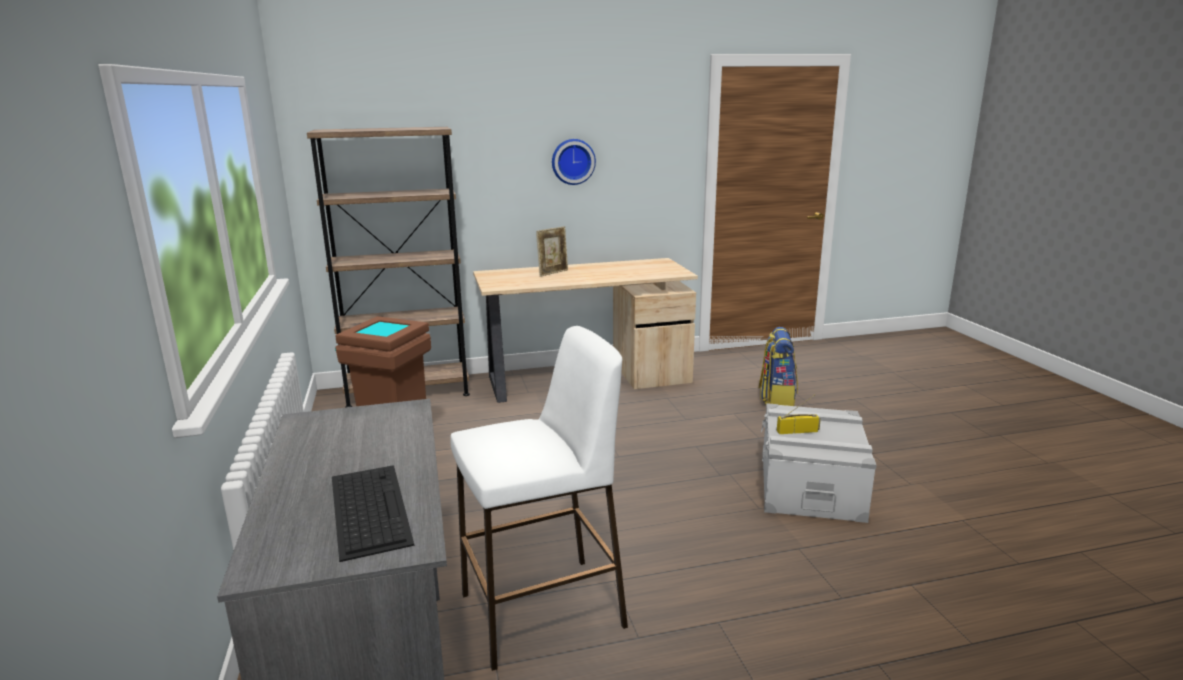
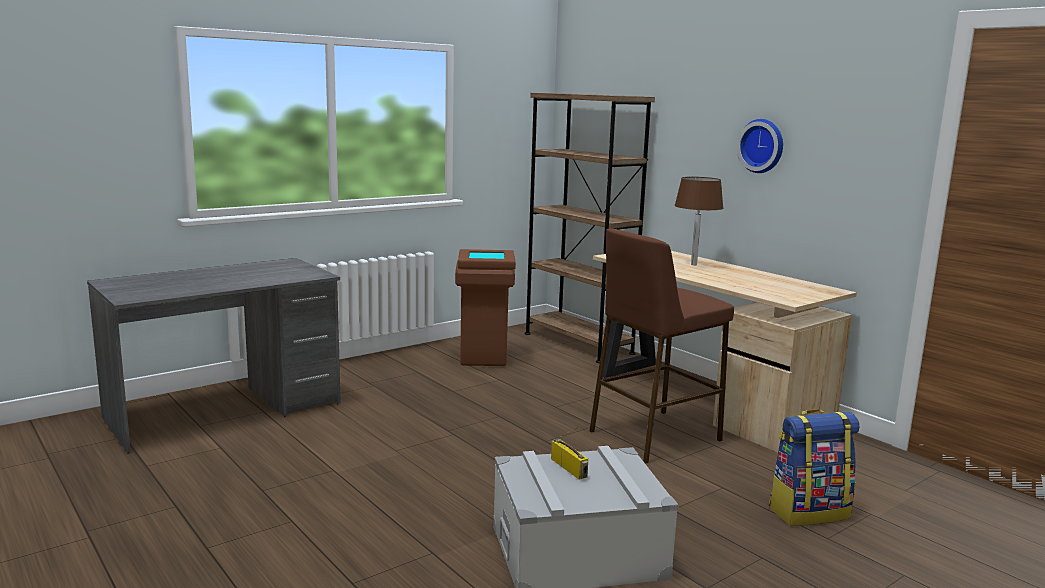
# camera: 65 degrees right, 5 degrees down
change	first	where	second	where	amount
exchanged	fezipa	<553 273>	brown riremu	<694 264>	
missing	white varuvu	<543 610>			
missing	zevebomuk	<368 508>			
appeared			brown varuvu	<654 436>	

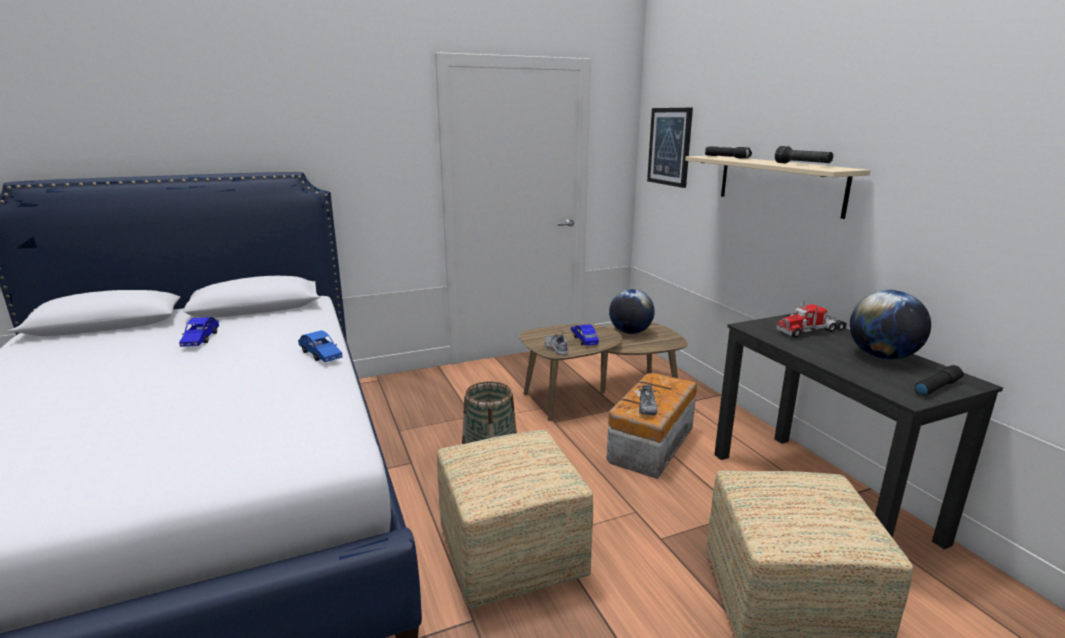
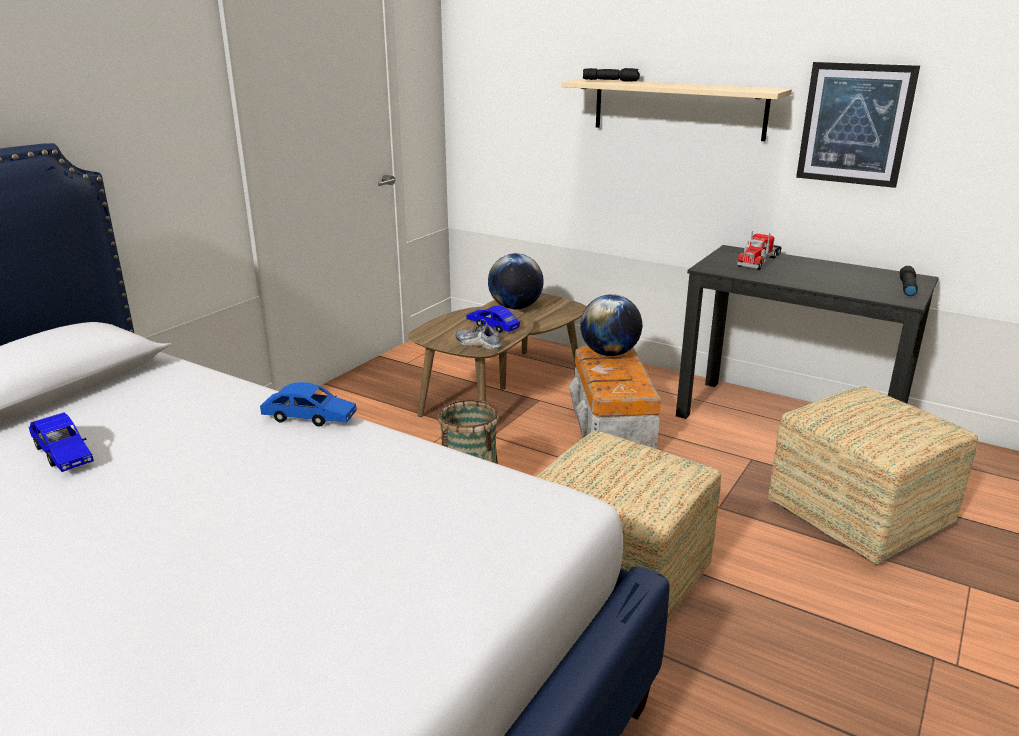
# camera: 35 degrees left, 5 degrees up
change	first	where	second	where	amount
relocated	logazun	<670 146>		<855 124>	
missing	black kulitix	<802 164>			
relocated	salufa	<882 357>		<609 353>	
missing	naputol	<647 407>			

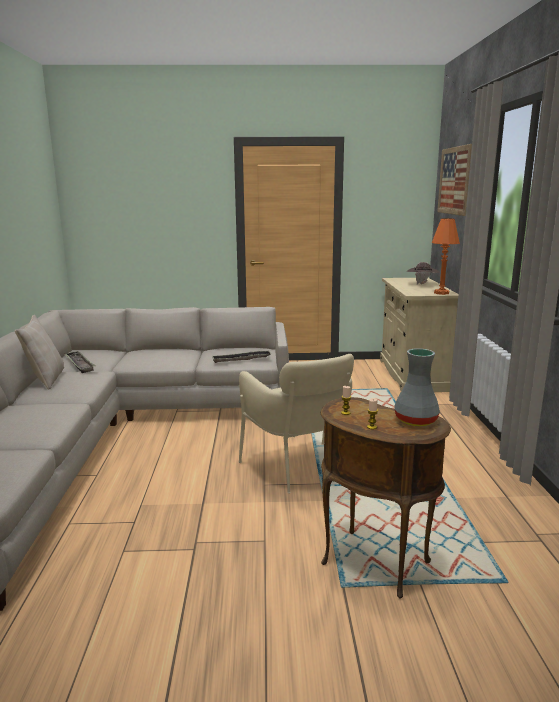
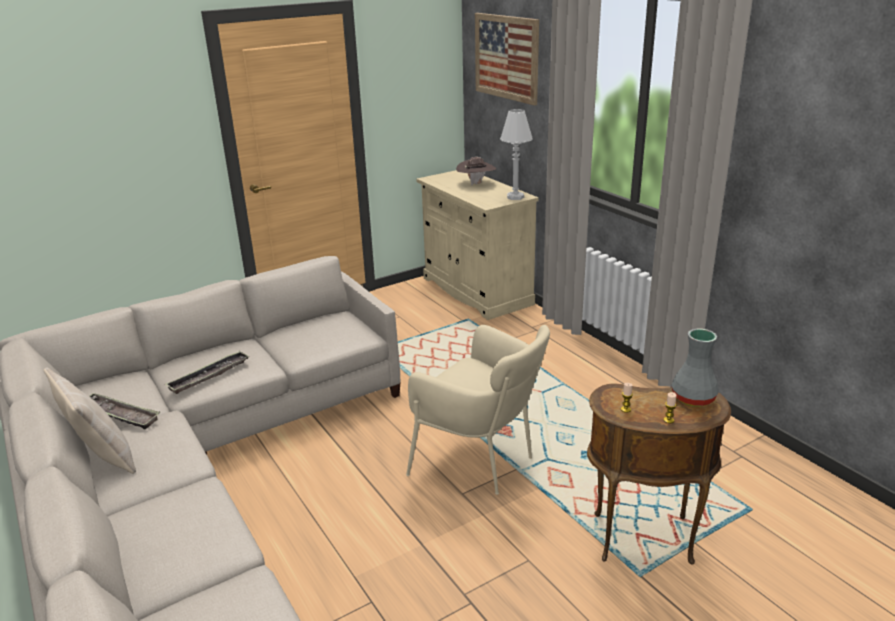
# camera: 30 degrees left, 10 degrees up
change	first	where	second	where	amount
colour	orange riremu	<441 293>	white riremu	<515 197>	
relocated	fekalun	<241 359>		<209 376>	

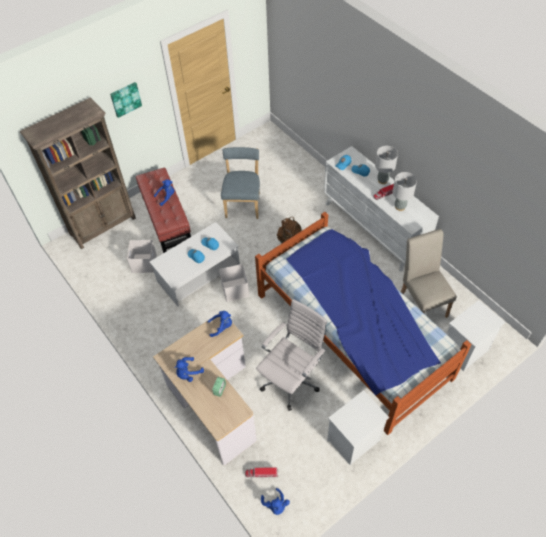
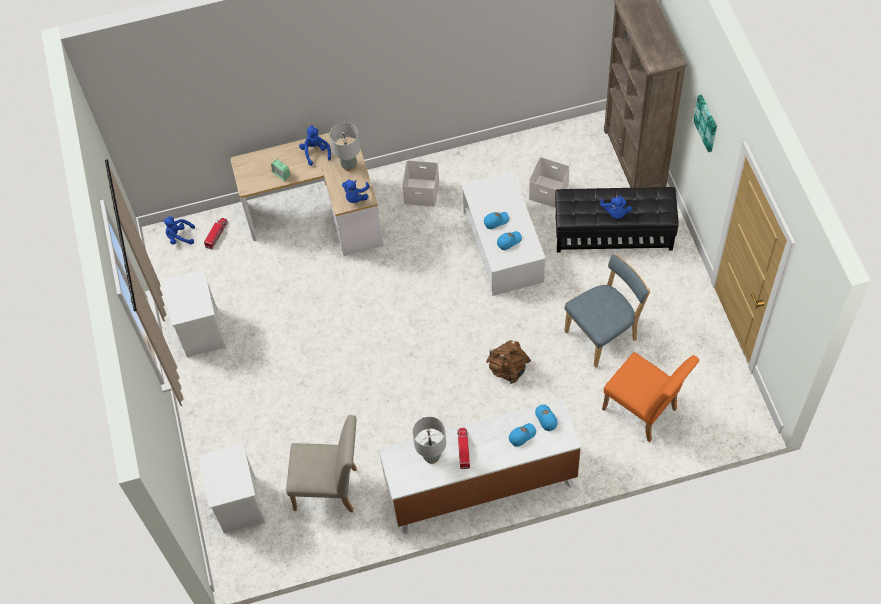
# camera: 115 degrees right, 5 degrees up
change	first	where	second	where	amount
relocated	grey riremu	<382 180>		<349 165>	
spun	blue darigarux	<243 203>		<603 334>	60 degrees counterclockwise
colour	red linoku	<167 220>	black linoku	<613 233>	
missing	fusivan	<352 334>			
relocated	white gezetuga	<234 289>		<422 192>	
missing	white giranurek	<292 379>			
appeared			orange darigarux	<644 413>	

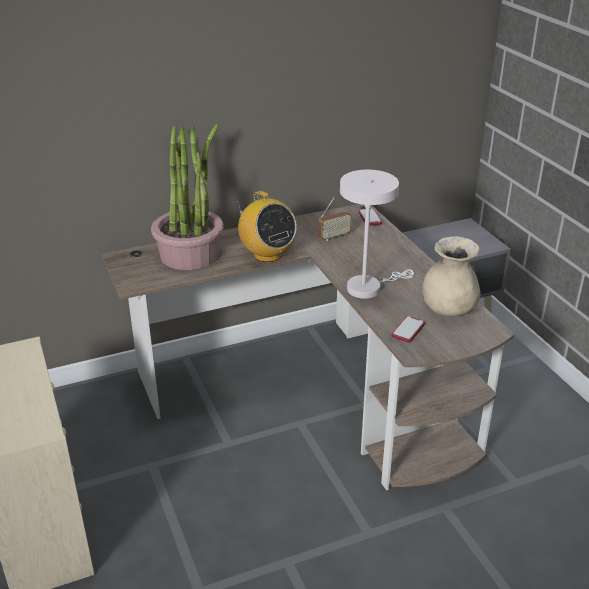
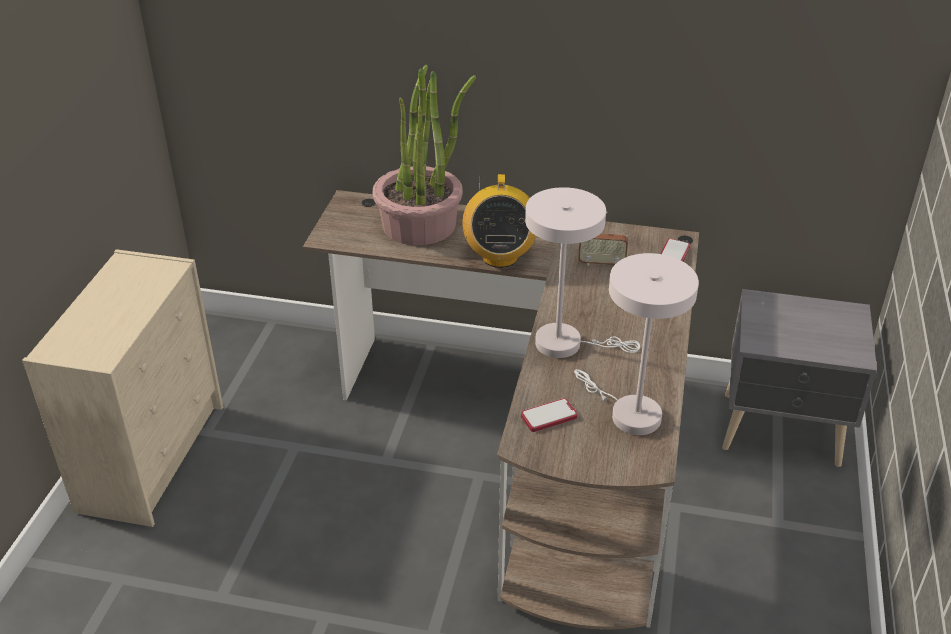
# camera: 35 degrees right, 5 degrees up
change	first	where	second	where	amount
exchanged	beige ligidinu	<448 309>	white riremu	<628 413>	

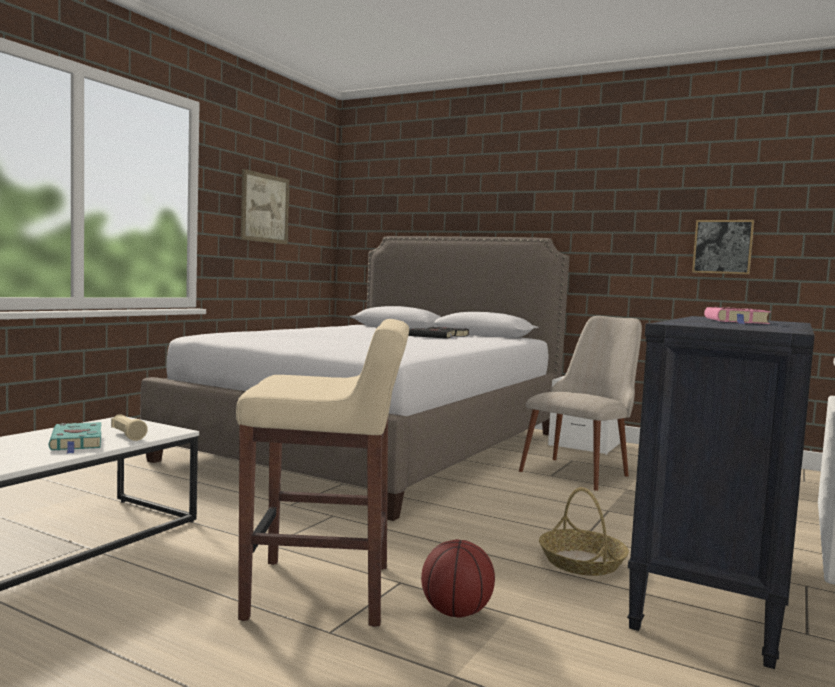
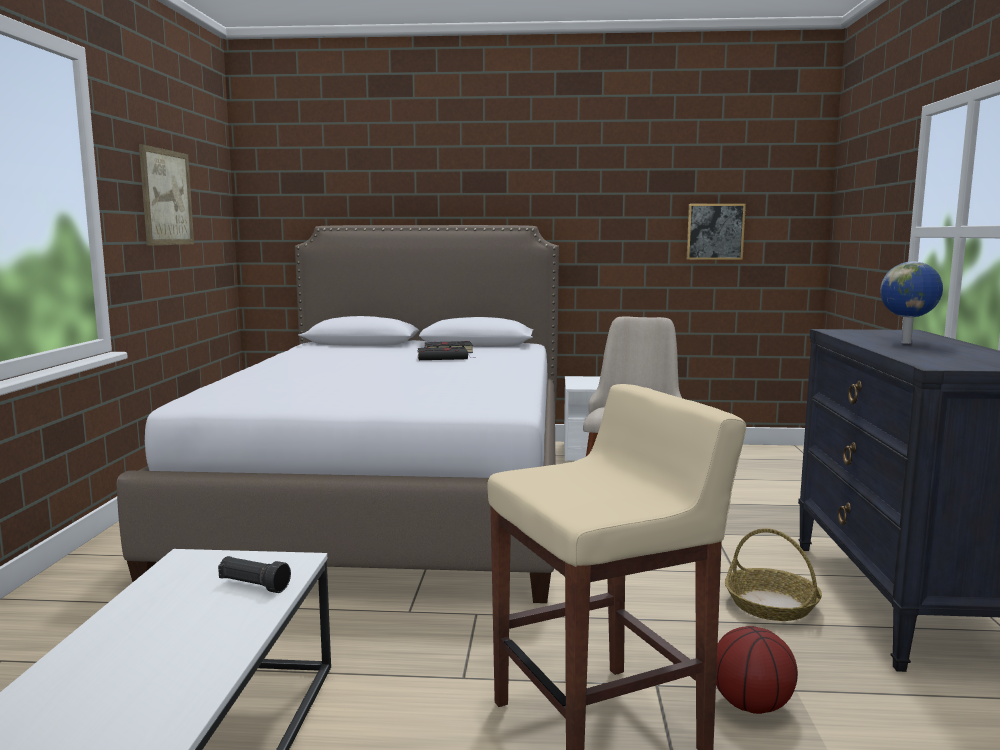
# camera: 25 degrees left, 5 degrees up
change	first	where	second	where	amount
exchanged	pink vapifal	<736 321>	salufa	<907 343>	
colour	beige kulitix	<127 436>	black kulitix	<253 586>	
missing	turquoise vapifal	<77 442>			

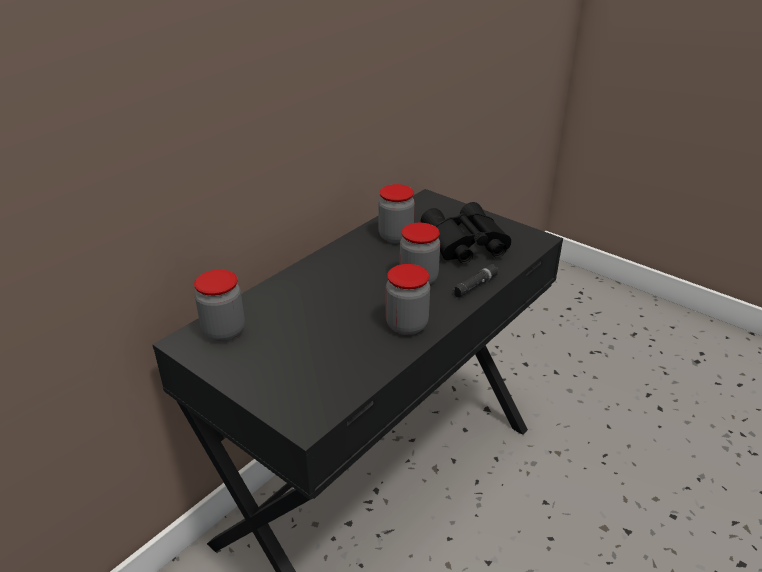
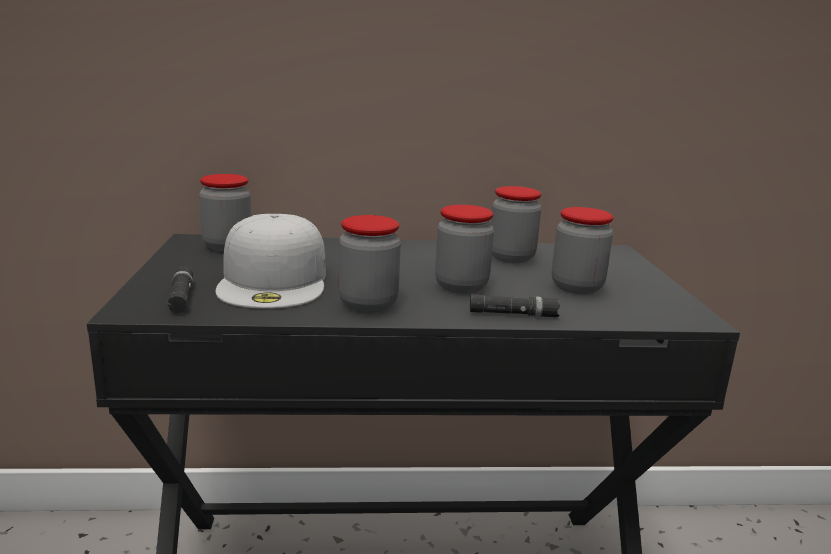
# camera: 45 degrees right, 15 degrees down
change	first	where	second	where	amount
exchanged	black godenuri	<464 244>	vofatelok	<576 287>	
appeared			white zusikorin	<275 280>	
appeared			black kulitix	<181 297>	

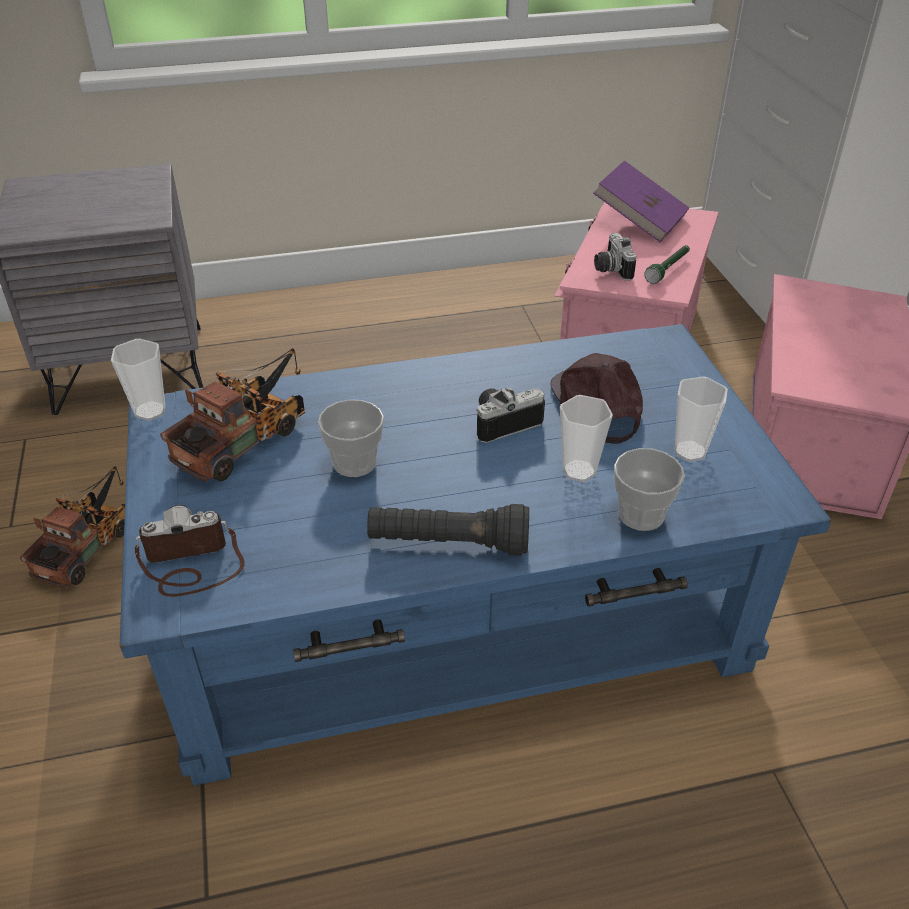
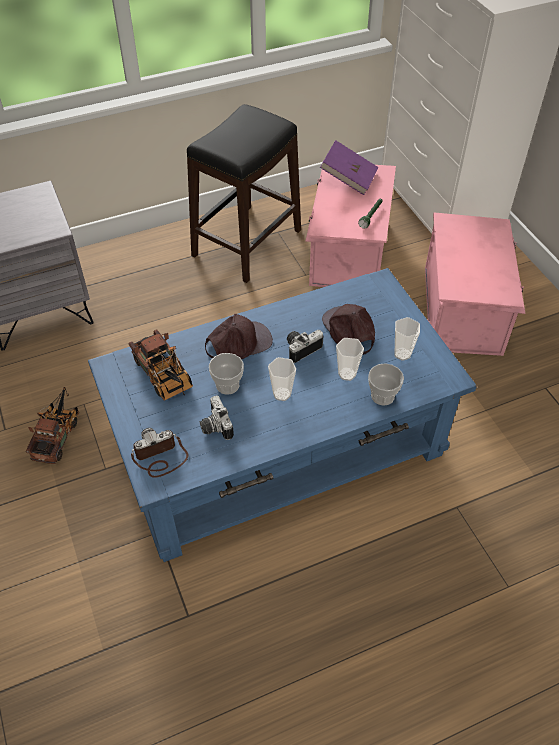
# camera: 10 degrees left, 10 degrees up
change	first	where	second	where	amount
relocated	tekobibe	<610 269>		<214 426>	
relocated	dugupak	<150 411>		<282 394>	
spun	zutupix	<247 438>		<164 377>	120 degrees clockwise
missing	black kulitix	<448 544>			
appeared			black varuvu	<247 243>	
appeared			brown zusikorin	<238 343>	

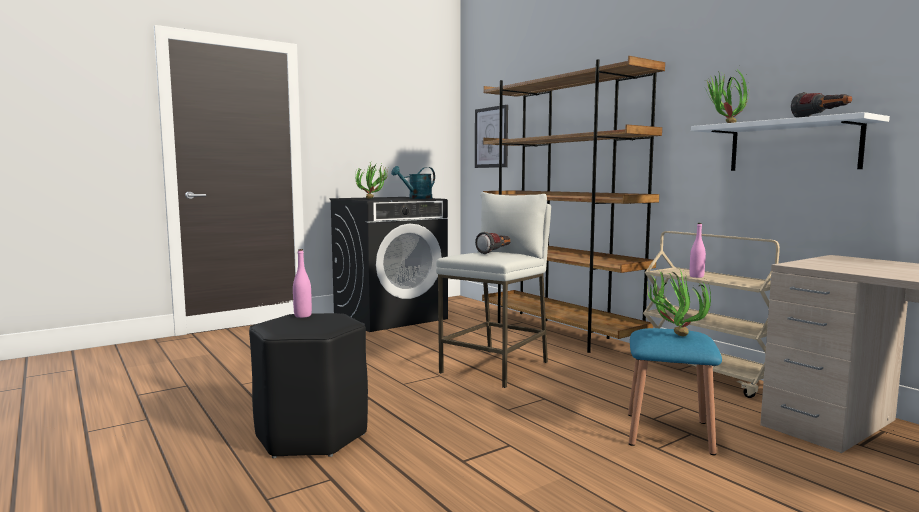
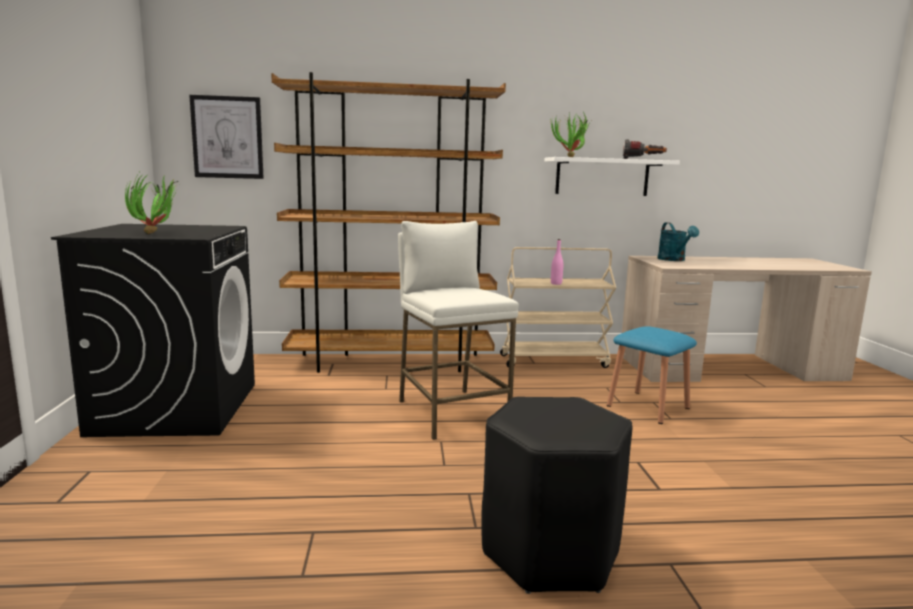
# camera: 60 degrees left, 5 degrees up
change	first	where	second	where	amount
relocated	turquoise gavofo	<416 198>		<674 260>	
missing	kulitix	<497 252>			
missing	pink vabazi	<302 316>			
missing	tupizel	<673 334>			

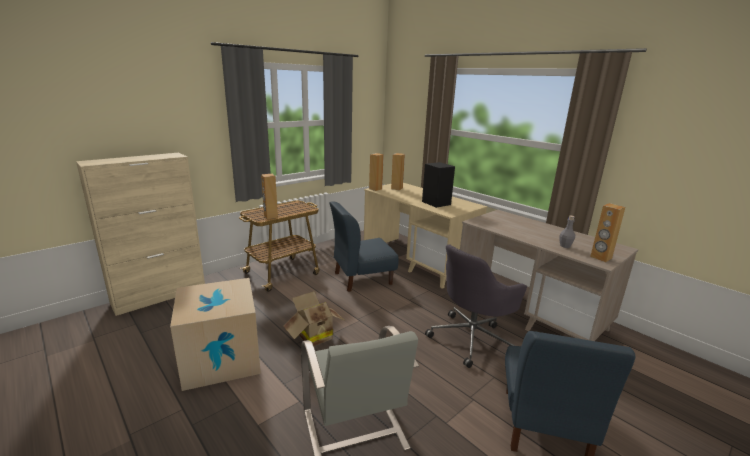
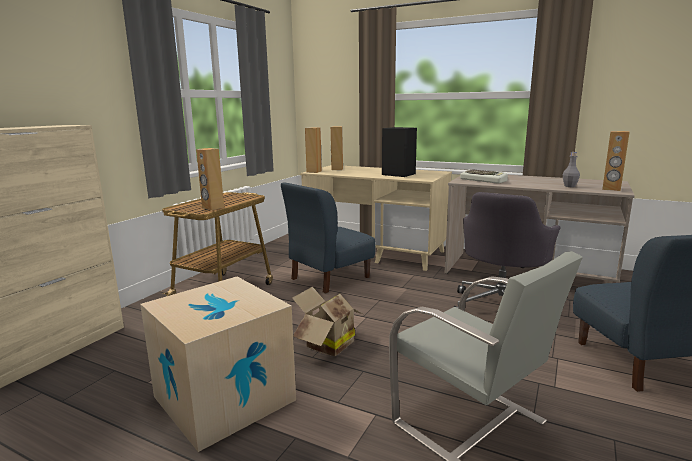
# camera: 20 degrees left, 5 degrees down
change	first	where	second	where	amount
appeared			zevebomuk	<484 180>	

